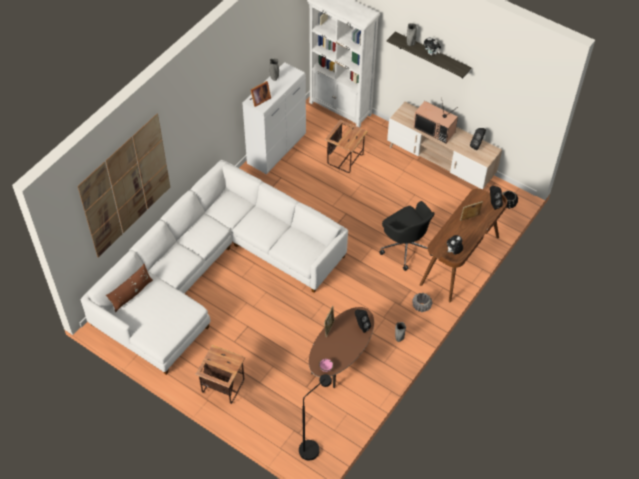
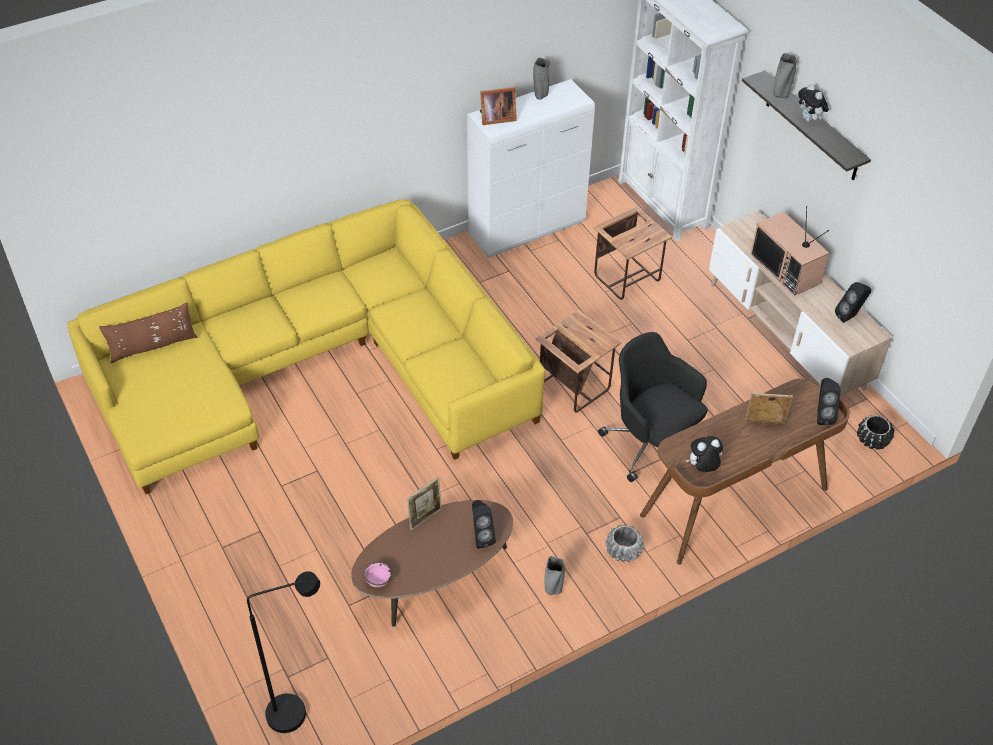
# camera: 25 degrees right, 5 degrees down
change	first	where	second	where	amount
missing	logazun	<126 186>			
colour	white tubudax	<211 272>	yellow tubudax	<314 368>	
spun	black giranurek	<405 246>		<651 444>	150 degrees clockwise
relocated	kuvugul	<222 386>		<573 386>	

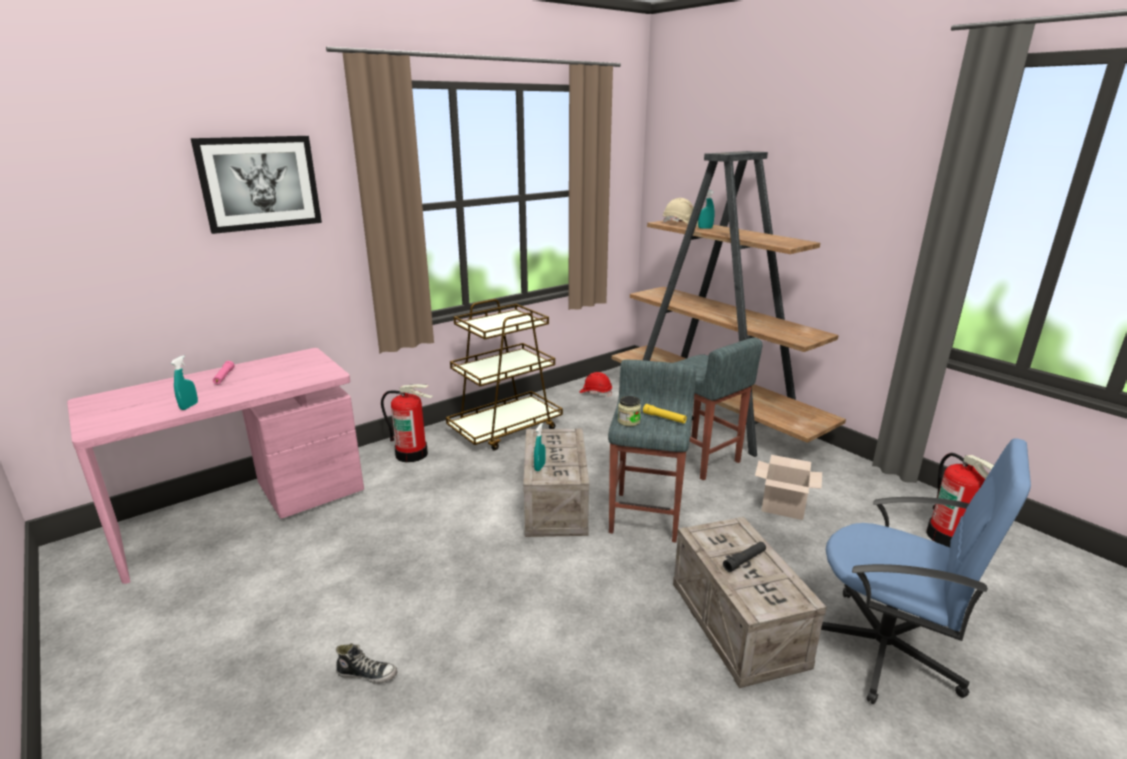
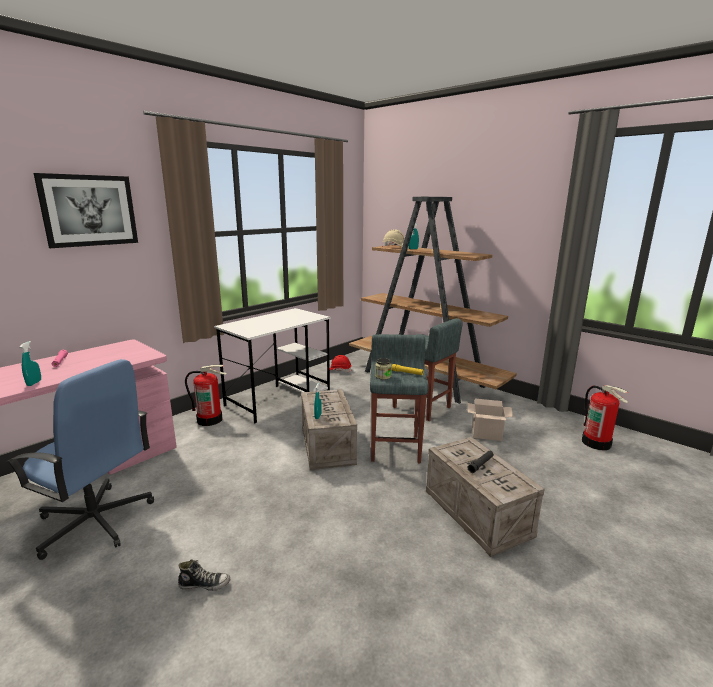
# camera: 10 degrees left, 5 degrees down
change	first	where	second	where	amount
exchanged	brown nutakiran	<506 429>	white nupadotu	<279 398>	
relocated	blue giranurek	<884 650>		<95 522>	

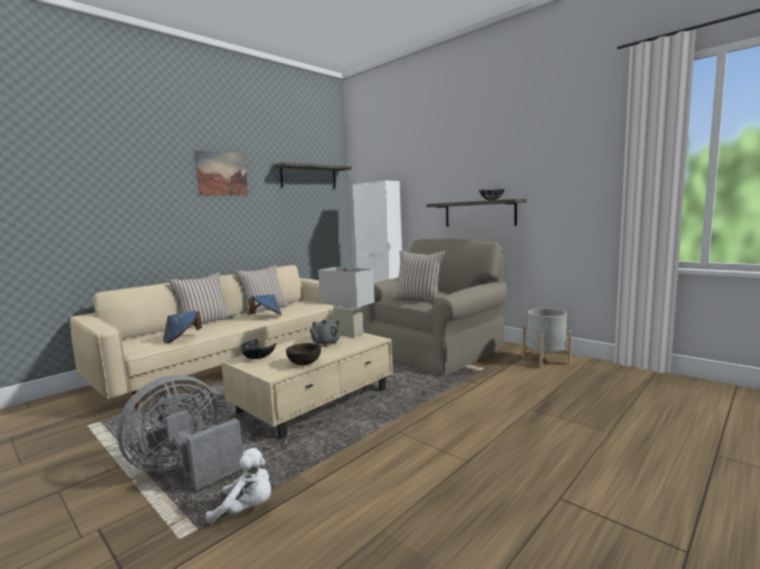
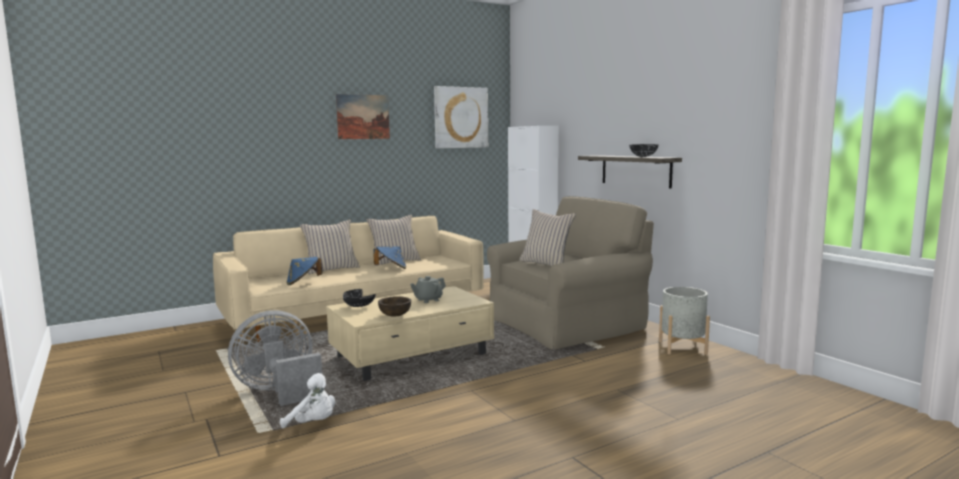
# camera: 15 degrees right, 0 degrees up
change	first	where	second	where	amount
exchanged	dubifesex	<309 177>	logazun	<460 117>	
missing	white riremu	<348 333>			

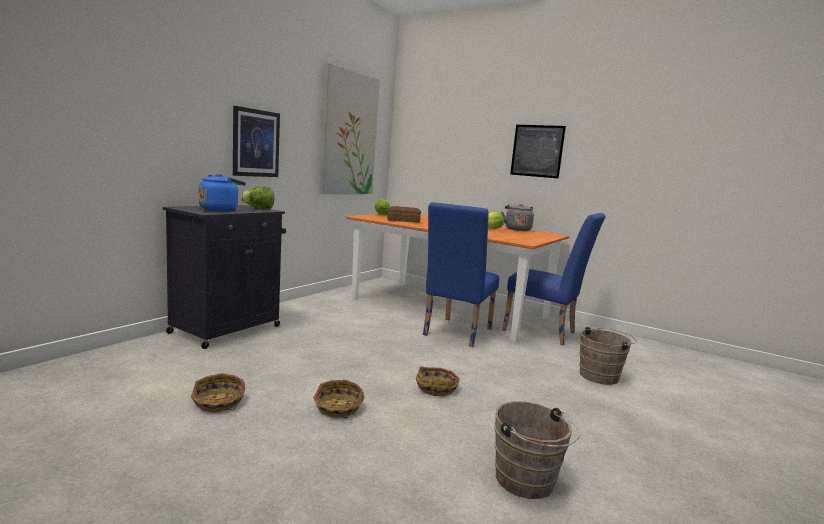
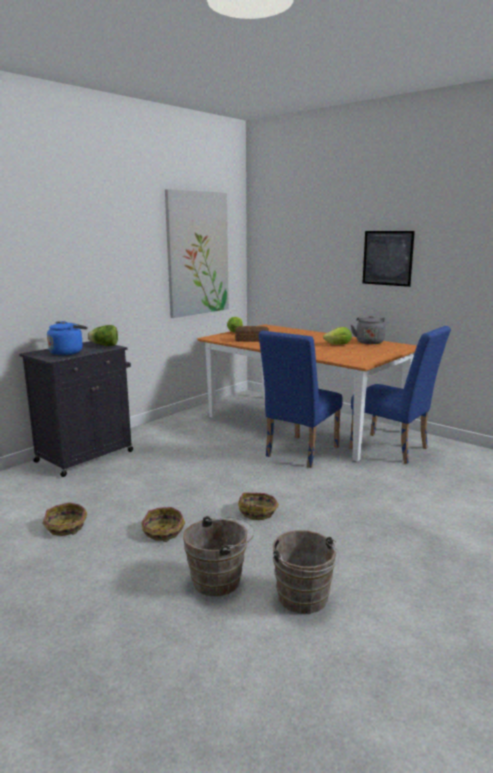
# camera: 10 degrees right, 5 degrees up
change	first	where	second	where	amount
missing	logazun	<256 143>			
relocated	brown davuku	<601 376>		<220 580>	

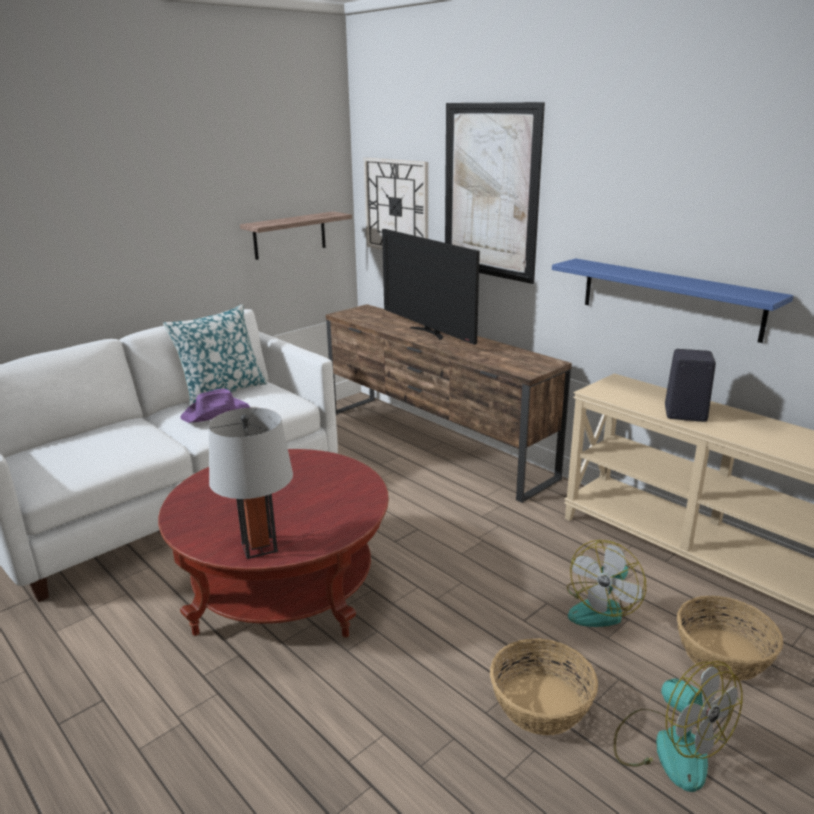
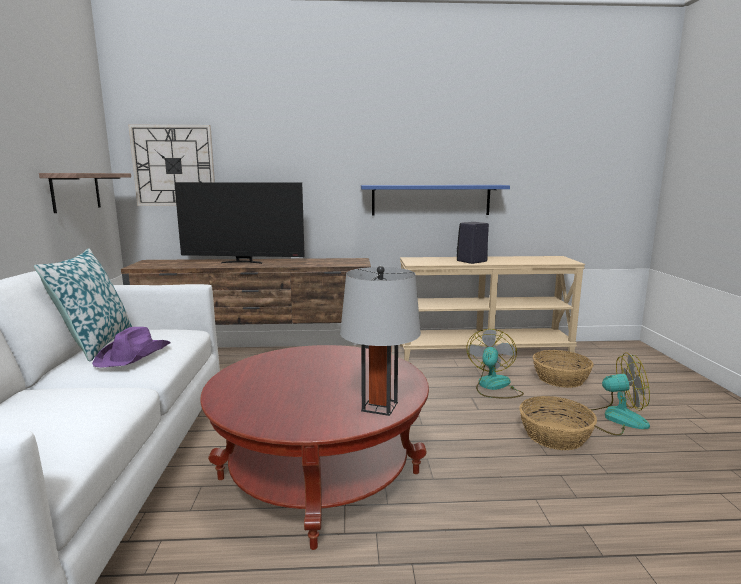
# camera: 50 degrees left, 10 degrees down
change	first	where	second	where	amount
missing	logazun	<490 192>			
spun	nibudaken	<601 608>		<494 387>	150 degrees counterclockwise

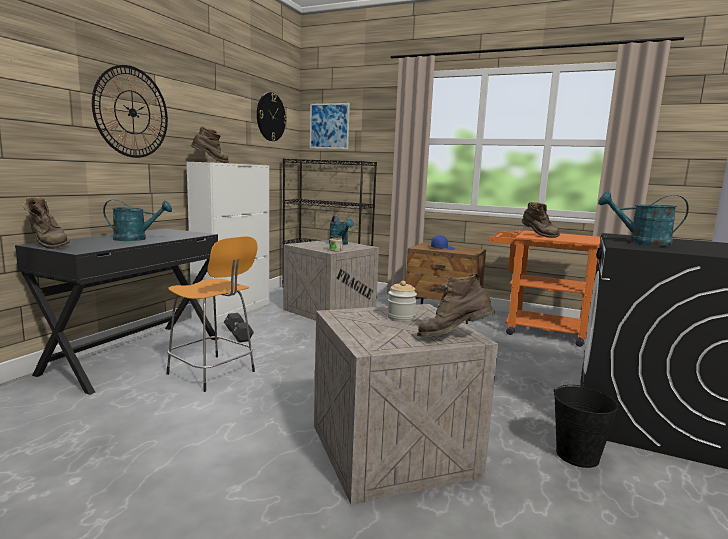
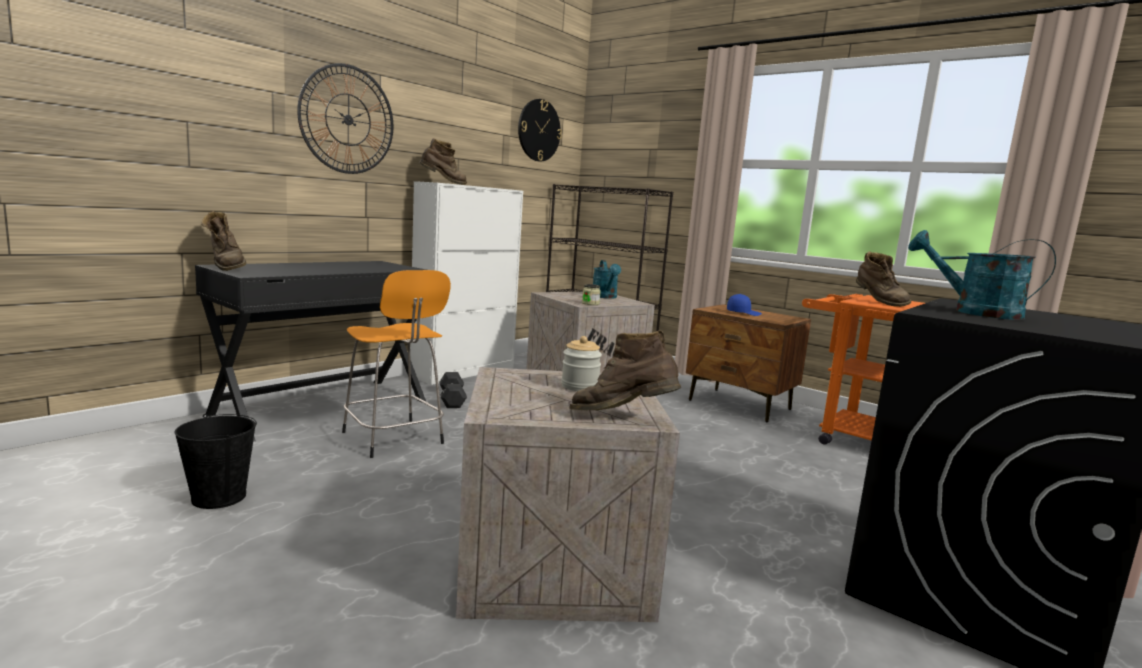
# camera: 15 degrees right, 0 degrees up
change	first	where	second	where	amount
missing	logazun	<329 126>			
missing	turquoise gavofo	<136 239>			
relocated	black davuku	<577 455>		<218 497>	

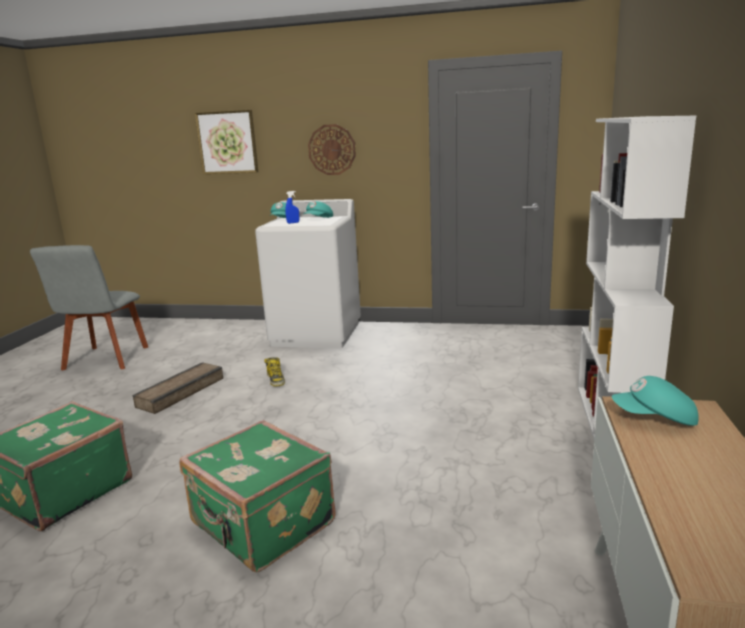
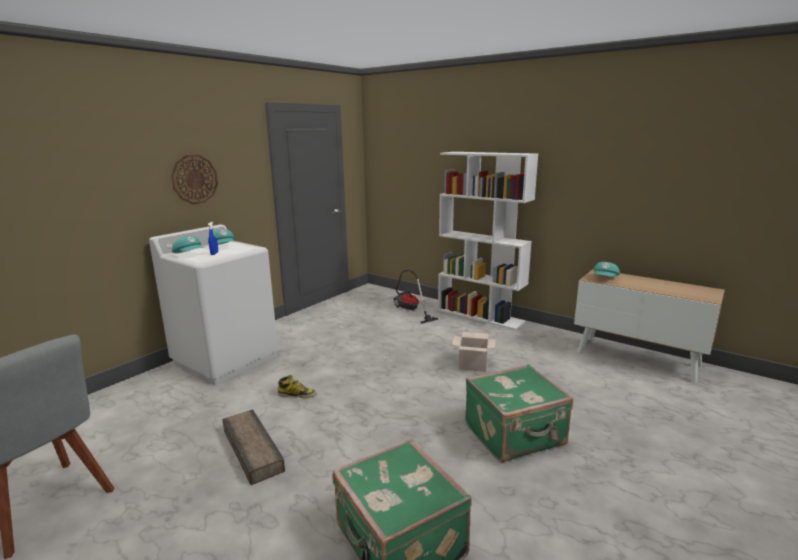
# camera: 65 degrees left, 0 degrees up
change	first	where	second	where	amount
missing	logazun	<227 142>			
appeared			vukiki	<410 311>	
appeared			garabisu	<473 365>	

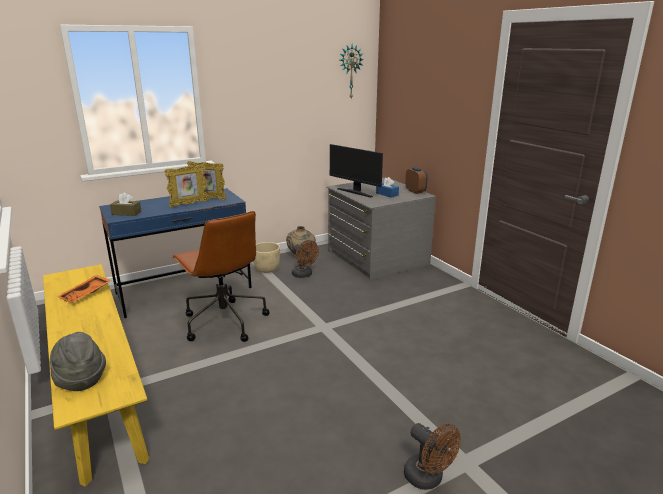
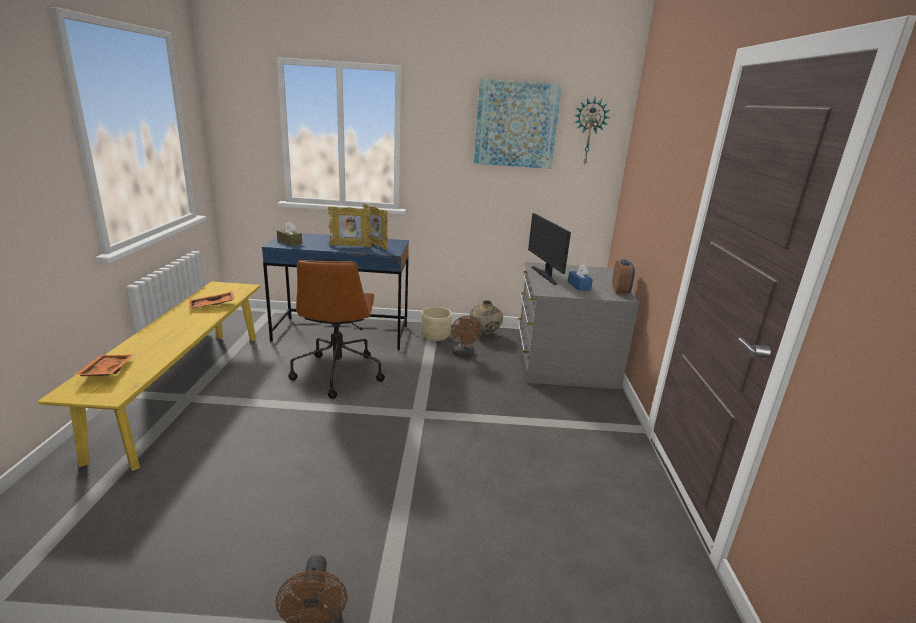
# camera: 30 degrees right, 0 degrees up
change	first	where	second	where	amount
exchanged	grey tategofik	<80 379>	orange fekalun	<106 371>	
appeared			logazun	<516 124>	

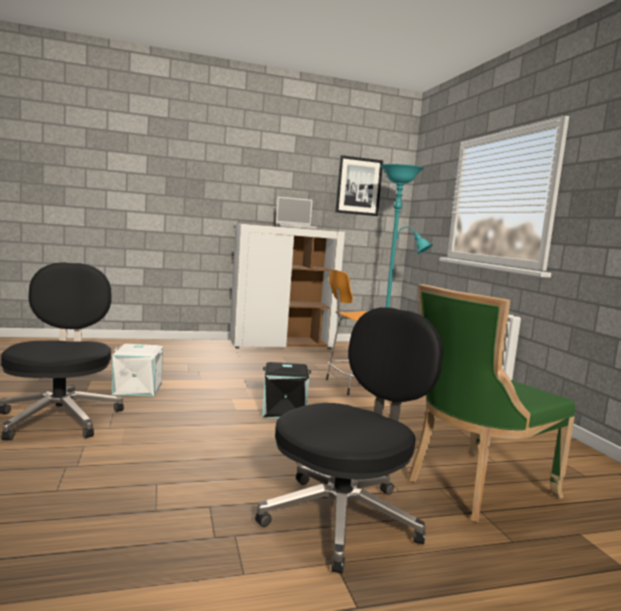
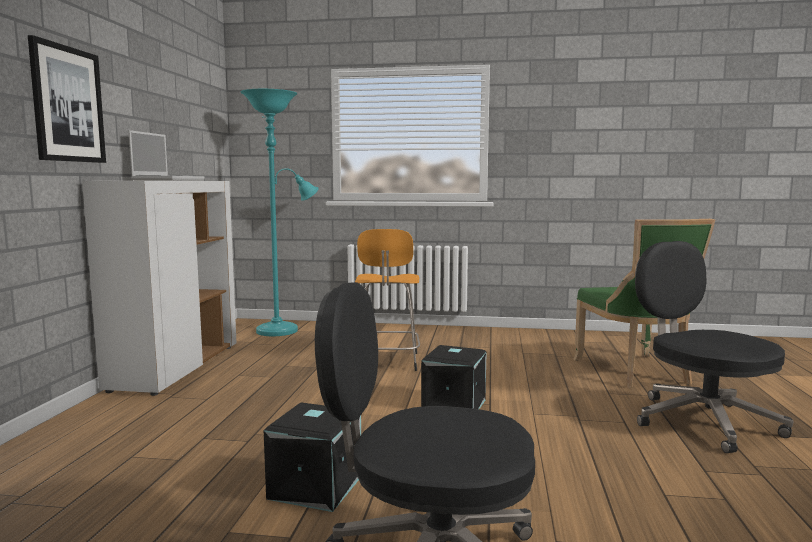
# camera: 65 degrees left, 0 degrees up
change	first	where	second	where	amount
relocated	logazun	<358 186>		<67 104>	
colour	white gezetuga	<138 388>	black gezetuga	<314 486>	

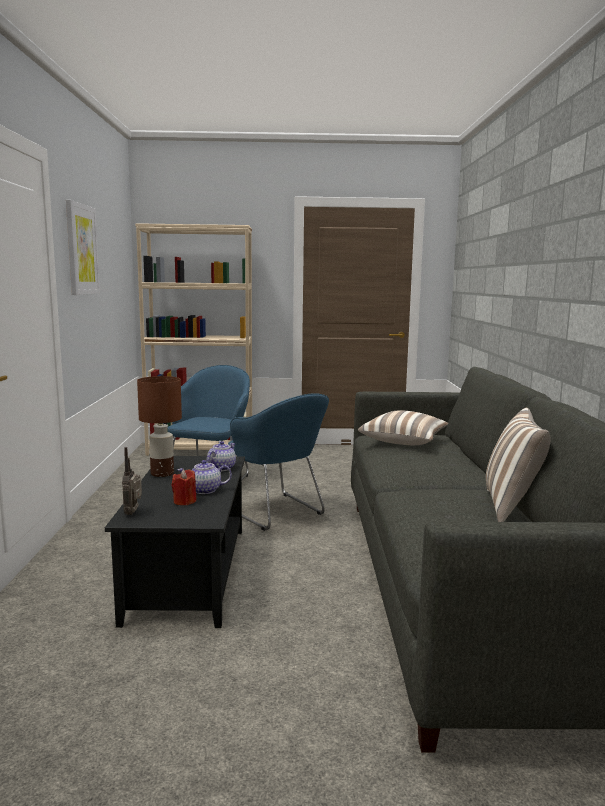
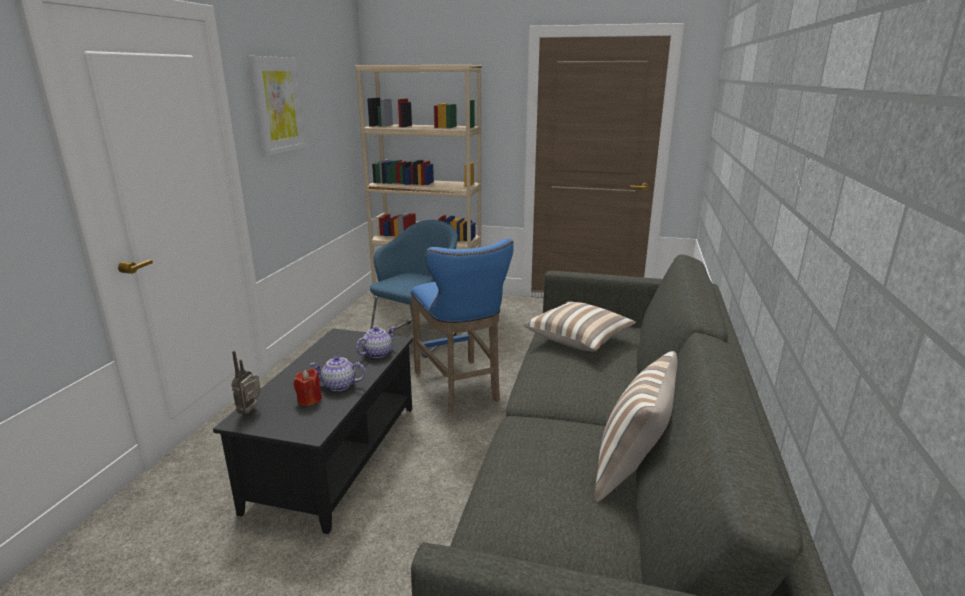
# camera: 15 degrees right, 10 degrees up
change	first	where	second	where	amount
missing	brown riremu	<161 473>			
exchanged	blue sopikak	<277 513>	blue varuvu	<459 388>	

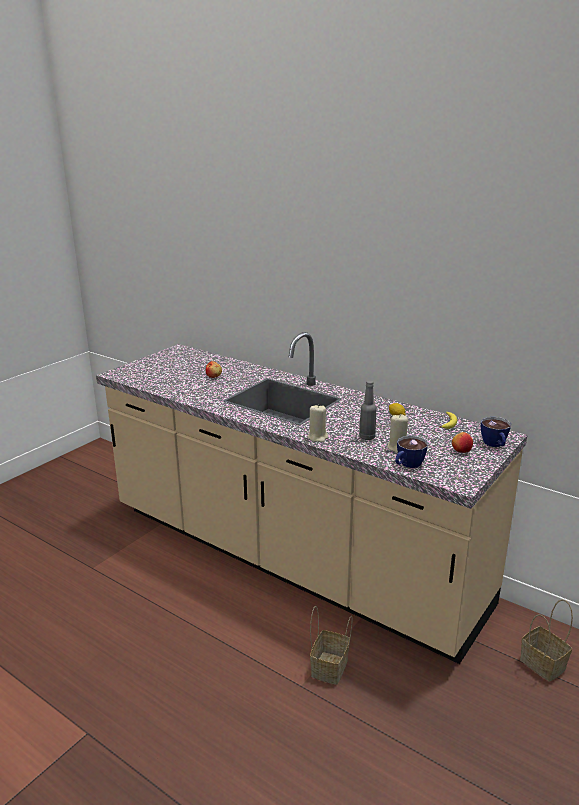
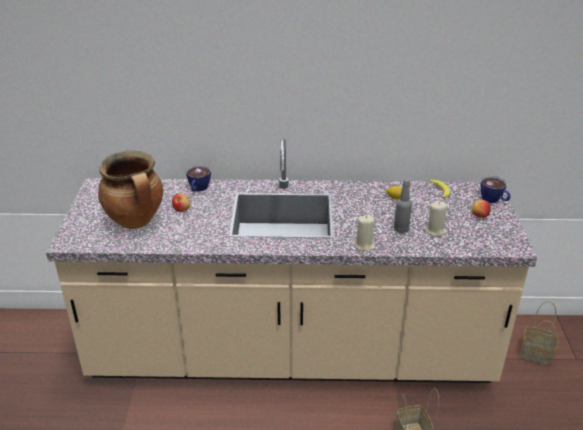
# camera: 35 degrees left, 10 degrees up
change	first	where	second	where	amount
relocated	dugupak	<407 465>		<198 189>	
appeared			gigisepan	<136 221>	

